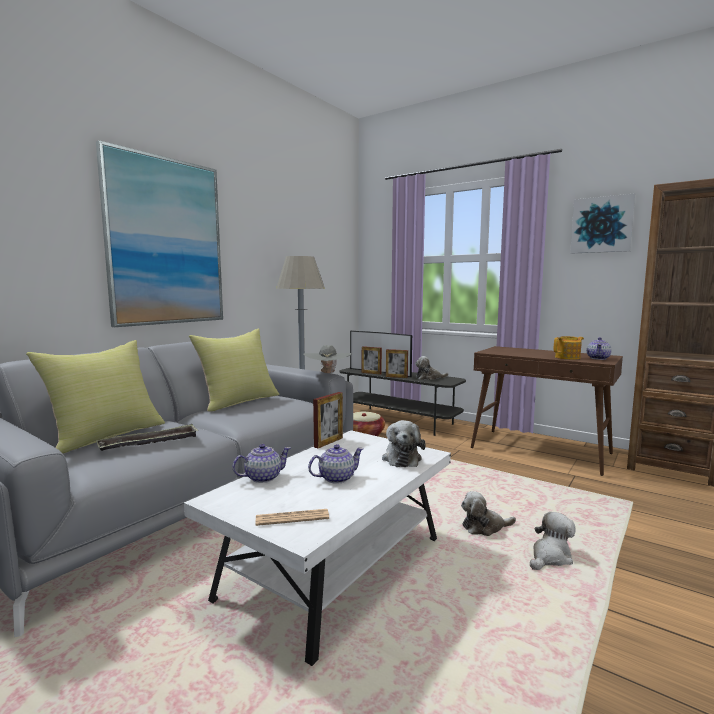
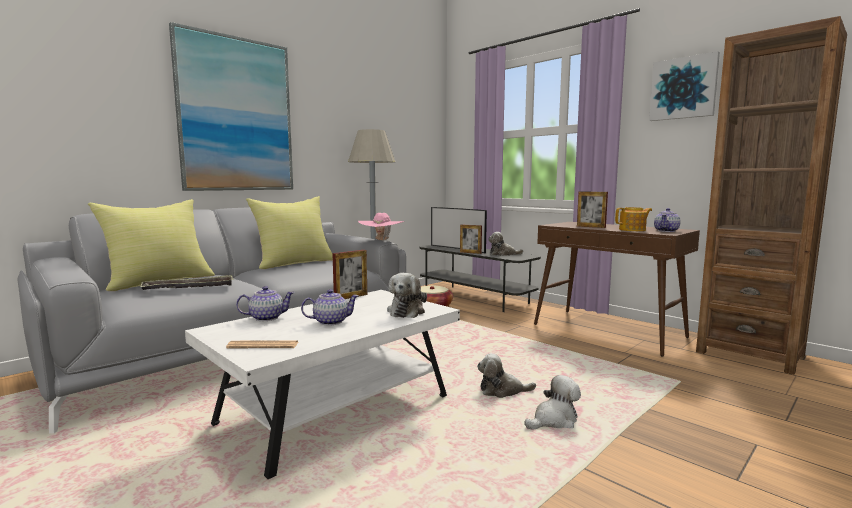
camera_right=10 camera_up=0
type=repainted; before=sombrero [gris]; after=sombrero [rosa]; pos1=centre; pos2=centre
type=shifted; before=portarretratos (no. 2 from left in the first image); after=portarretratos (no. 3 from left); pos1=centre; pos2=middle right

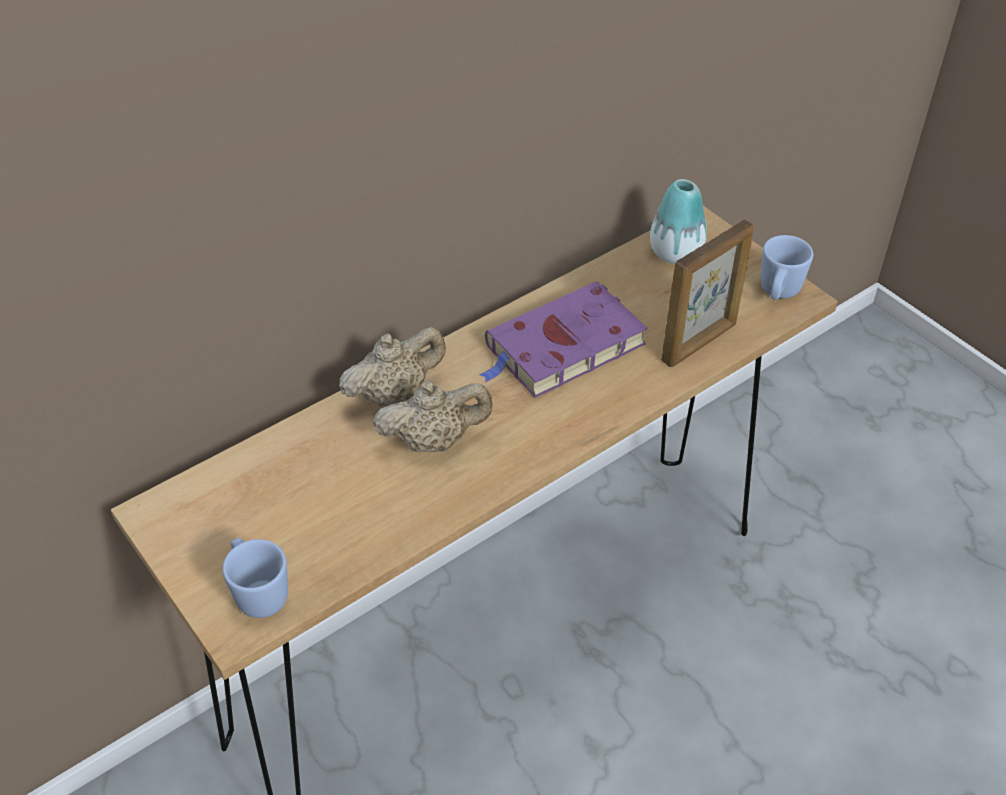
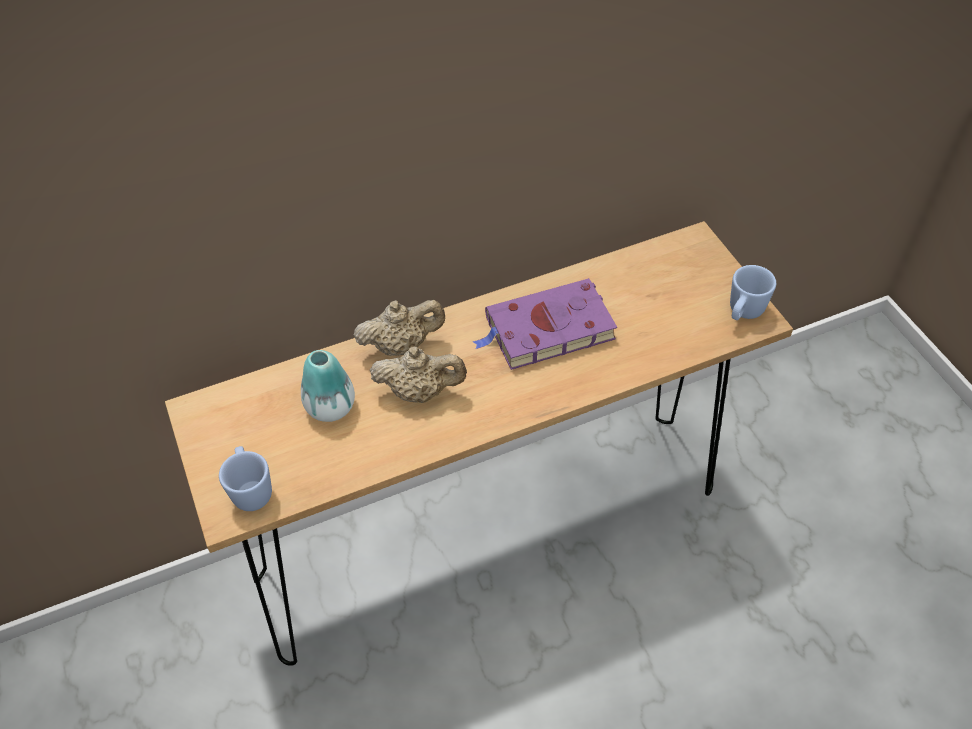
camera_right=15 camera_up=5
type=shifted; before=florero; pos1=top right; pos2=centre
type=gone; before=portarretratos; pos1=middle right

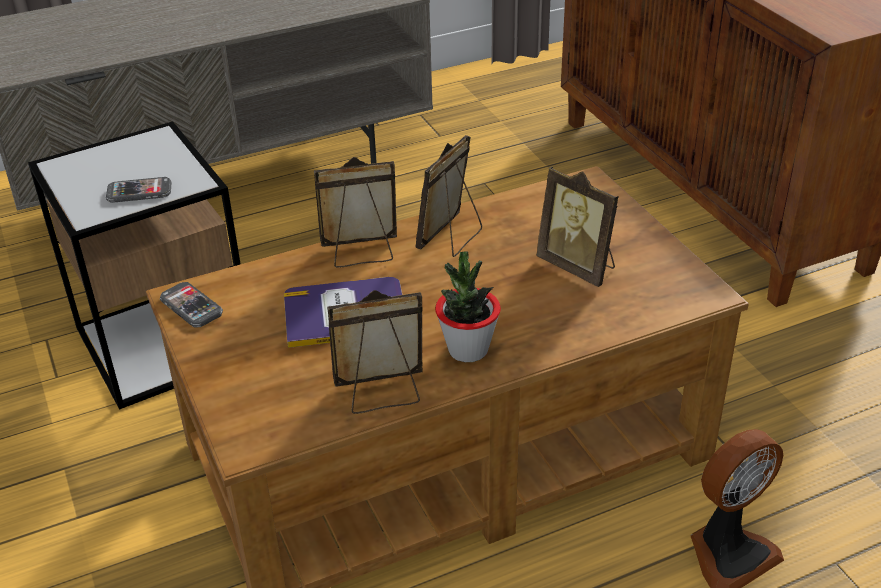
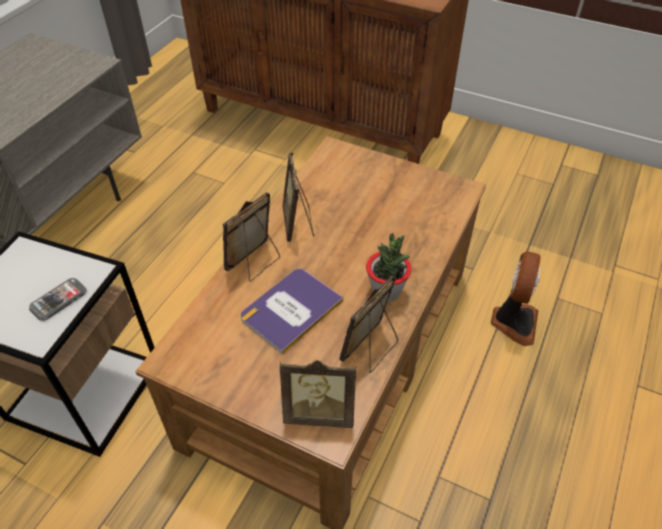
camera_right=-40 camera_up=10
type=shifted; before=portarretratos (no. 4 from left in the first image); after=portarretratos (no. 3 from left); pos1=centre; pos2=bottom centre
type=gone; before=móvil (no. 2 from left); pos1=middle left

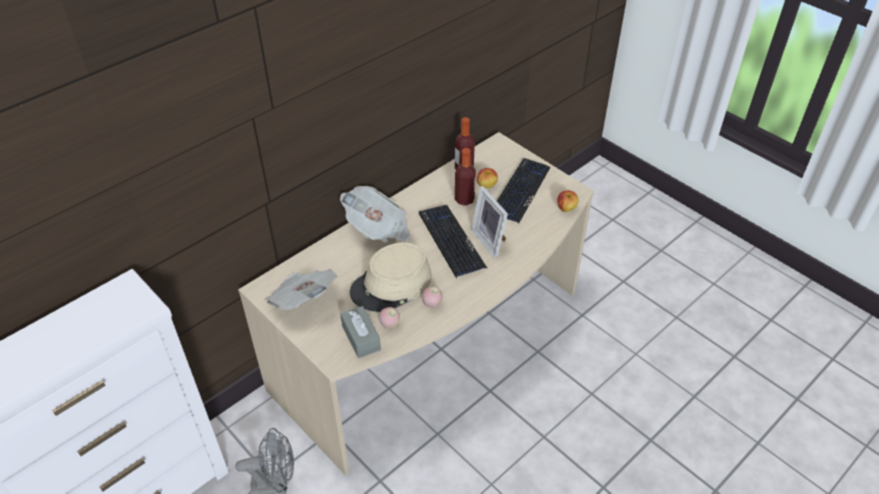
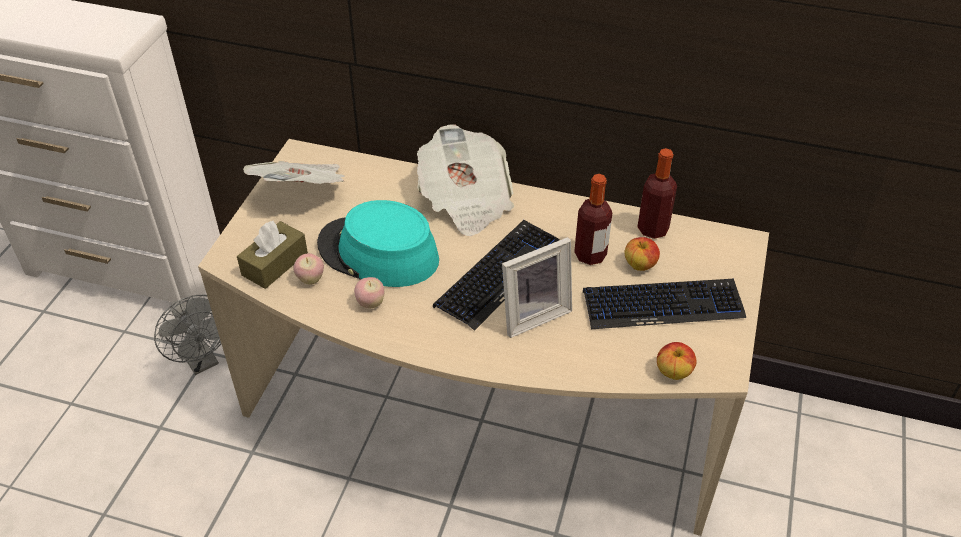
camera_right=60 camera_up=0
type=repainted; before=caja de pañuelos [gris]; after=caja de pañuelos [marrón]; pos1=bottom centre; pos2=middle left
type=repainted; before=sombrero [beis]; after=sombrero [turquesa]; pos1=centre; pos2=centre
type=rotated; before=portarretratos; pos1=centre; pos2=centre; turn=-150

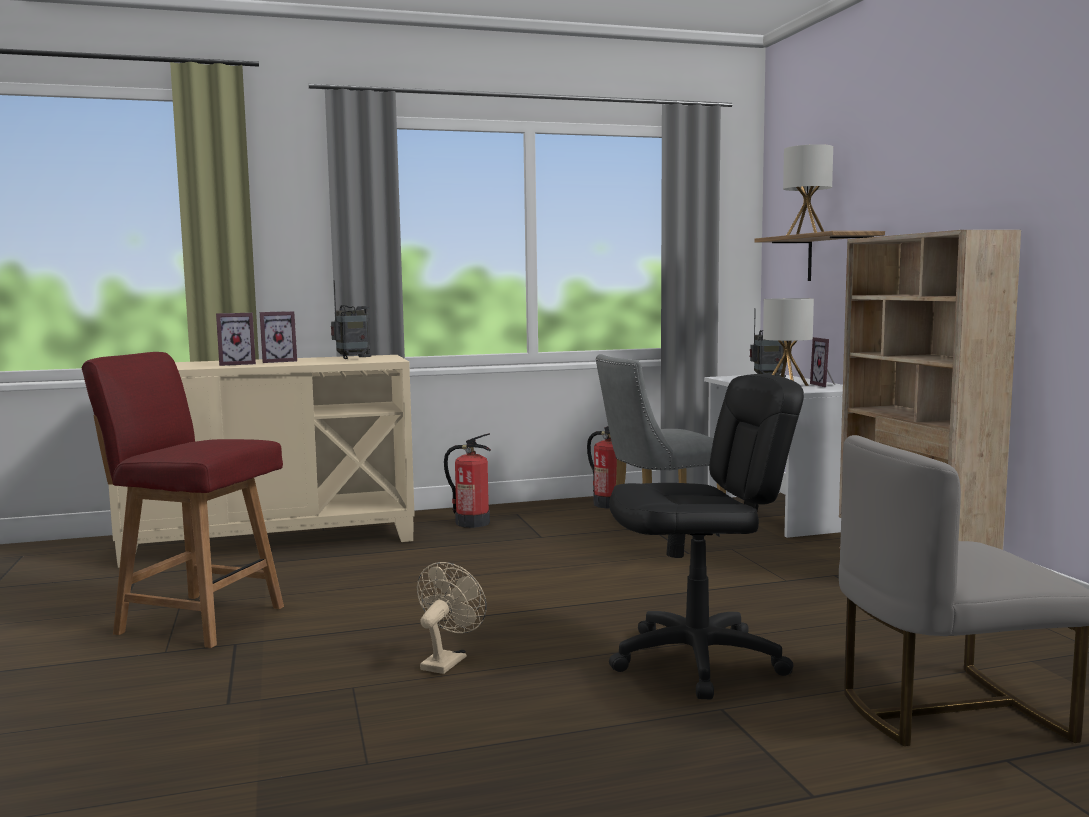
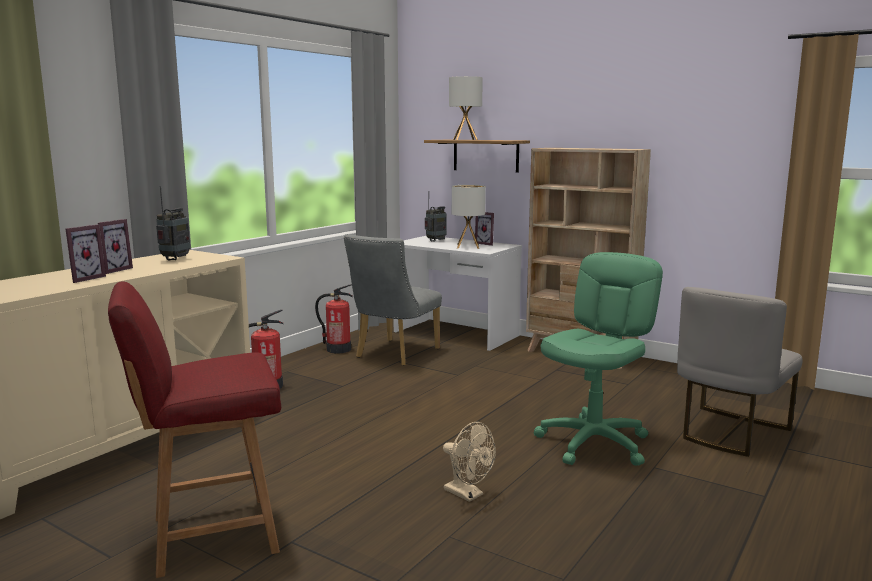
camera_right=-40 camera_up=5
type=rotated; before=ventilador [beis]; pos1=bottom centre; pos2=bottom centre; turn=150
type=repainted; before=silla de oficina [negro]; after=silla de oficina [verde]; pos1=centre; pos2=middle right

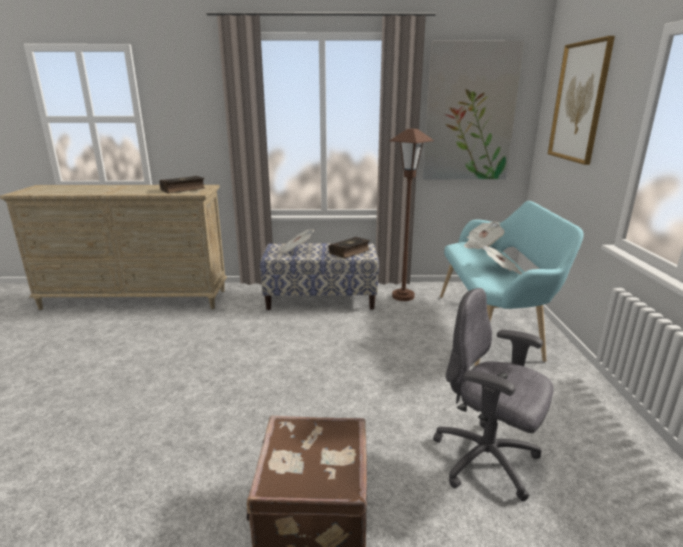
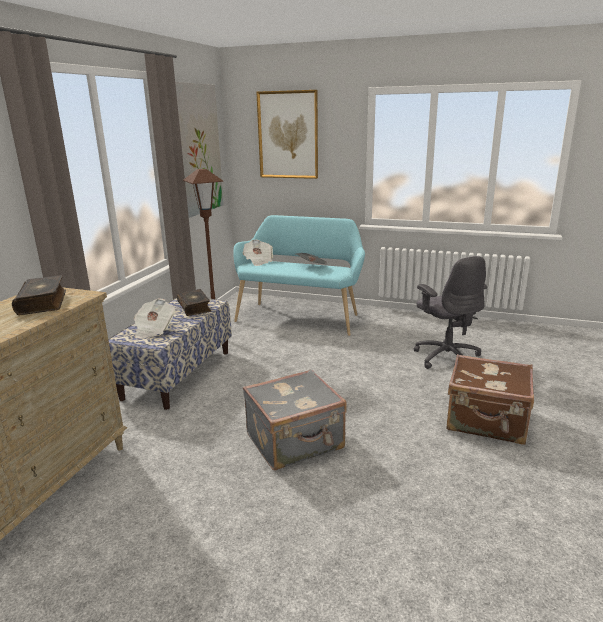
camera_right=-70 camera_up=0
type=new; after=maleta [gris]; pos2=bottom centre
type=rotated; before=silla de oficina [gris]; pos1=bottom right; pos2=middle right; turn=-75

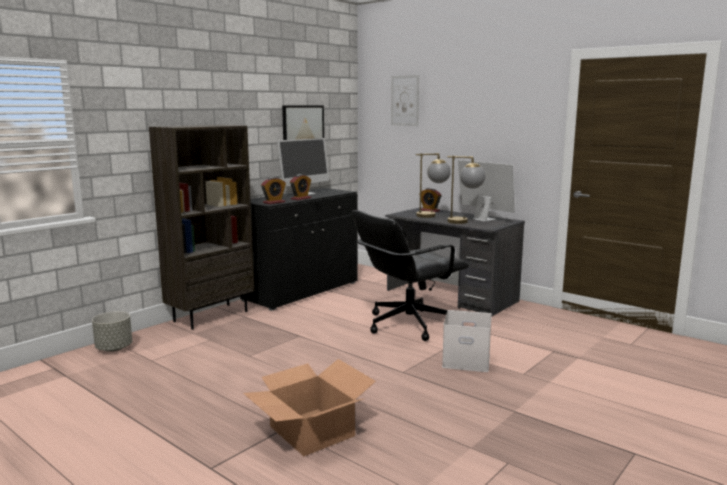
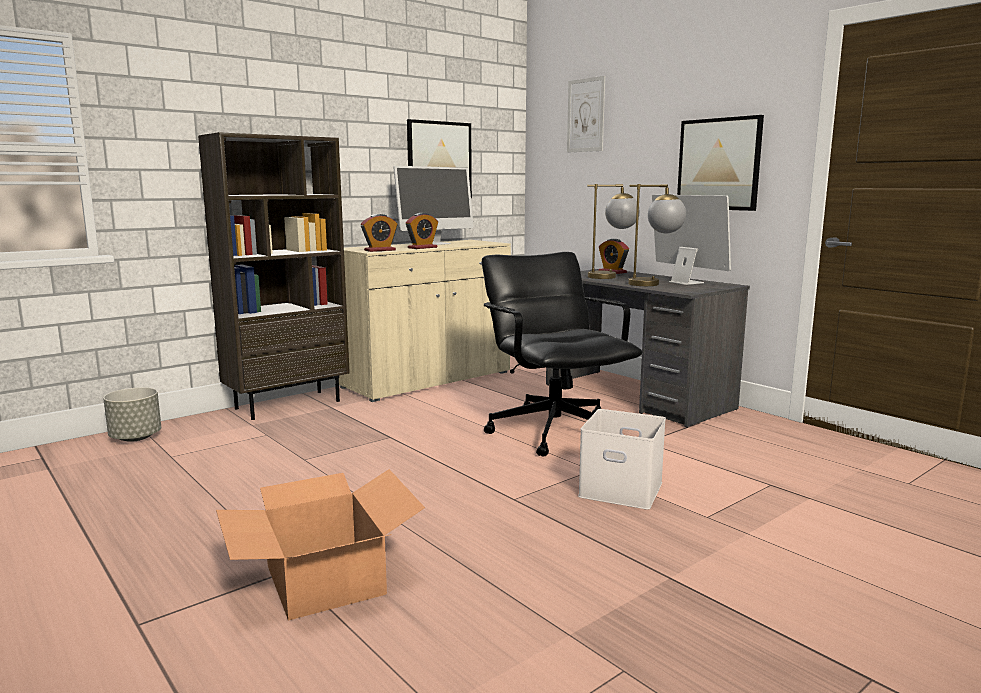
camera_right=10 camera_up=0
type=repainted; before=armario [negro]; after=armario [beis]; pos1=centre; pos2=centre
type=rotated; before=silla de oficina [negro]; pos1=centre; pos2=centre; turn=90
type=new; after=cuadro (no. 3 from left); pos2=top right

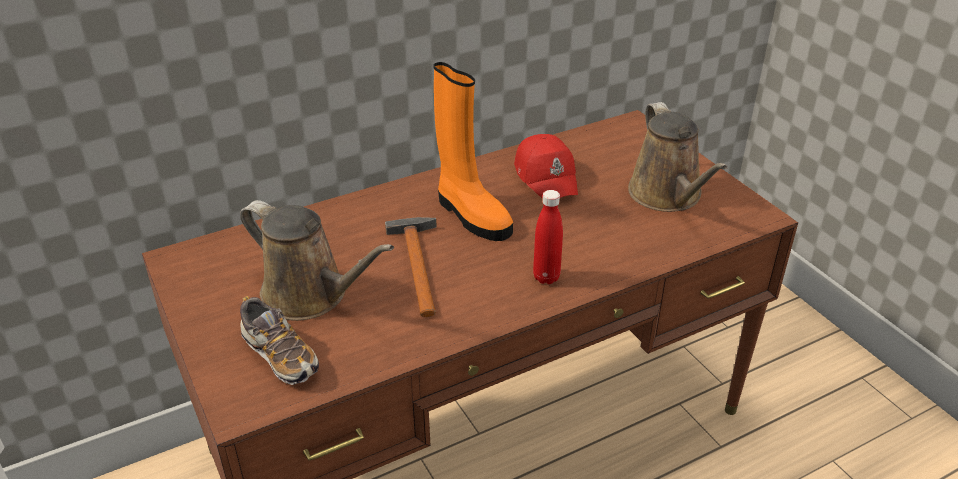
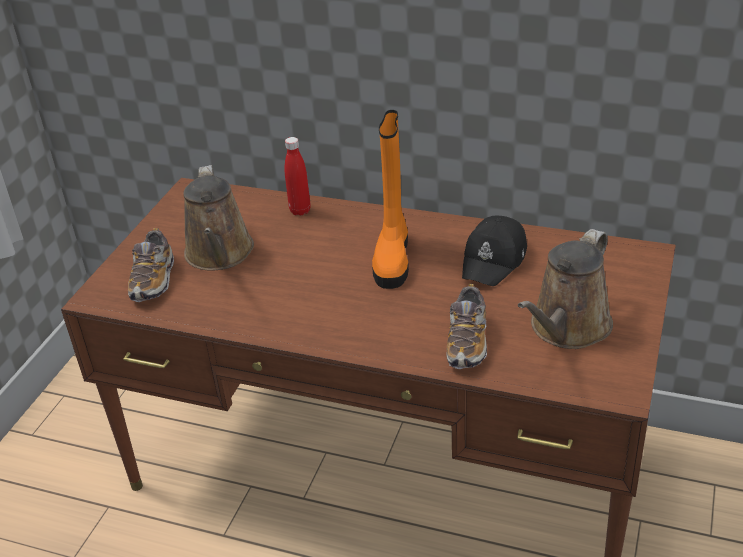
camera_right=50 camera_up=0
type=shifted; before=botella [rojo]; pos1=centre; pos2=top centre
type=new; after=zapato (no. 2 from left); pos2=centre
type=repainted; before=gorra [rojo]; after=gorra [negro]; pos1=centre; pos2=centre
type=gone; before=martillo; pos1=centre

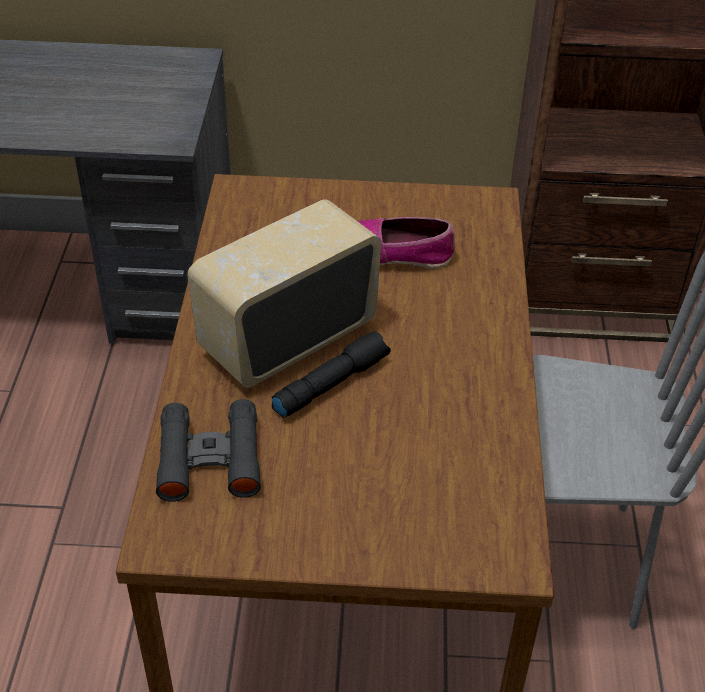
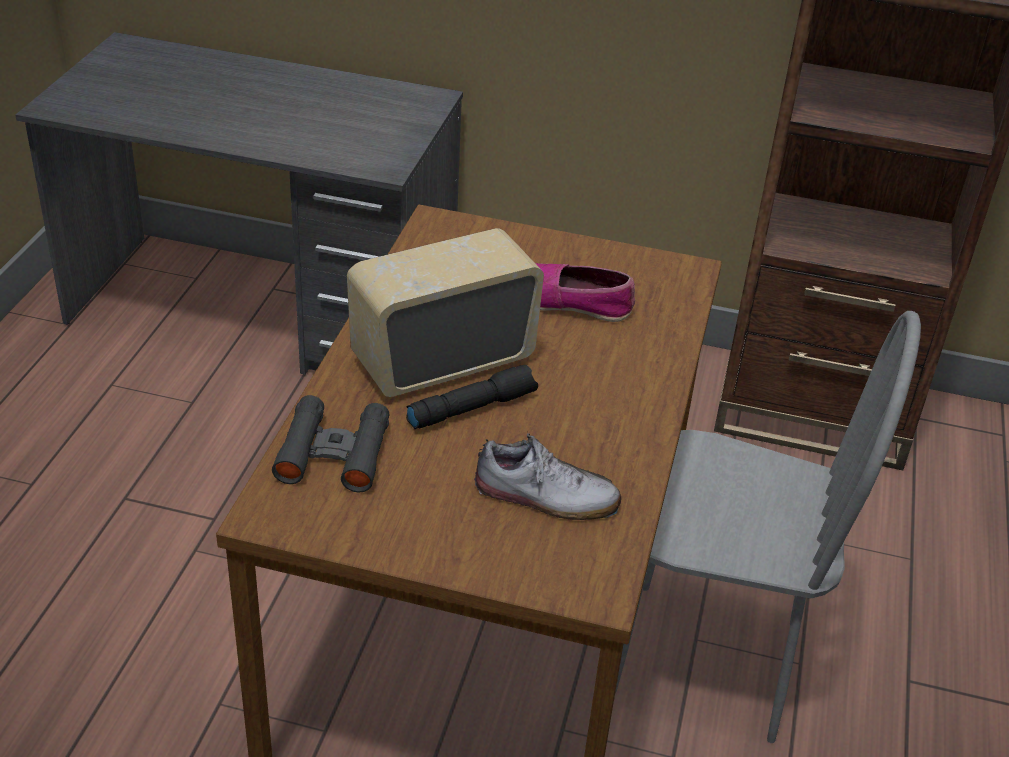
camera_right=10 camera_up=-5
type=new; after=zapato (no. 1 from left); pos2=centre

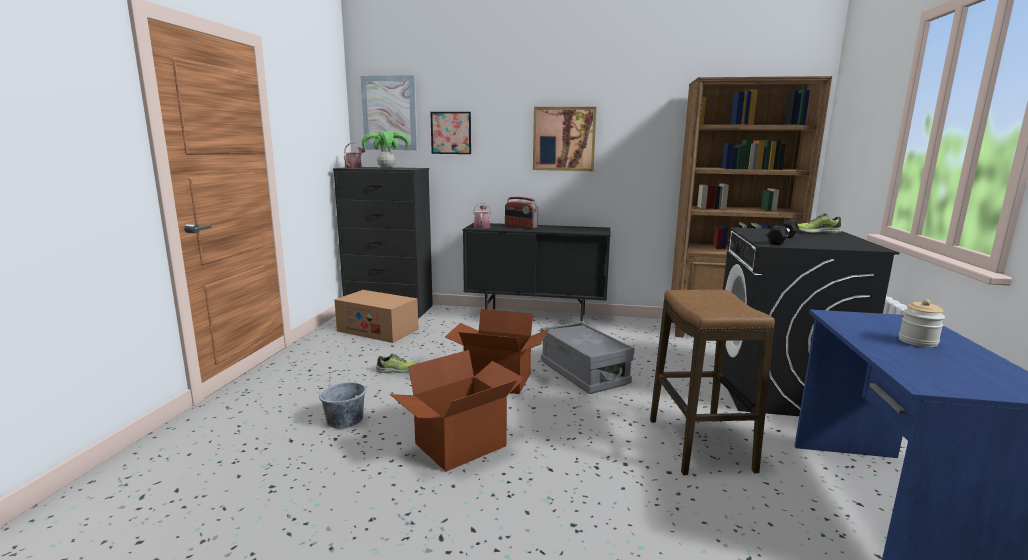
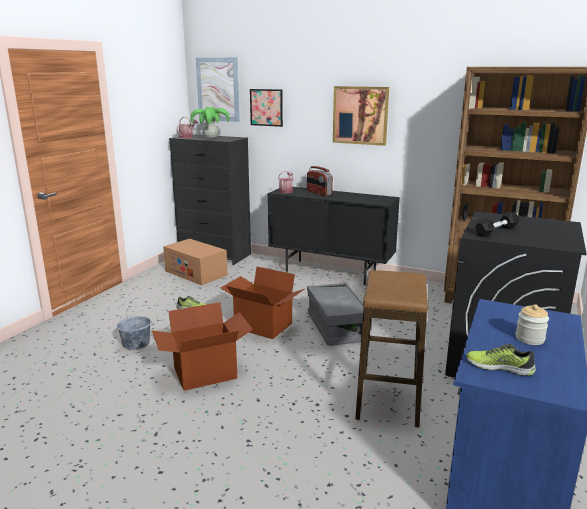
camera_right=15 camera_up=5
type=shifted; before=zapato (no. 2 from left); pos1=middle right; pos2=bottom right

